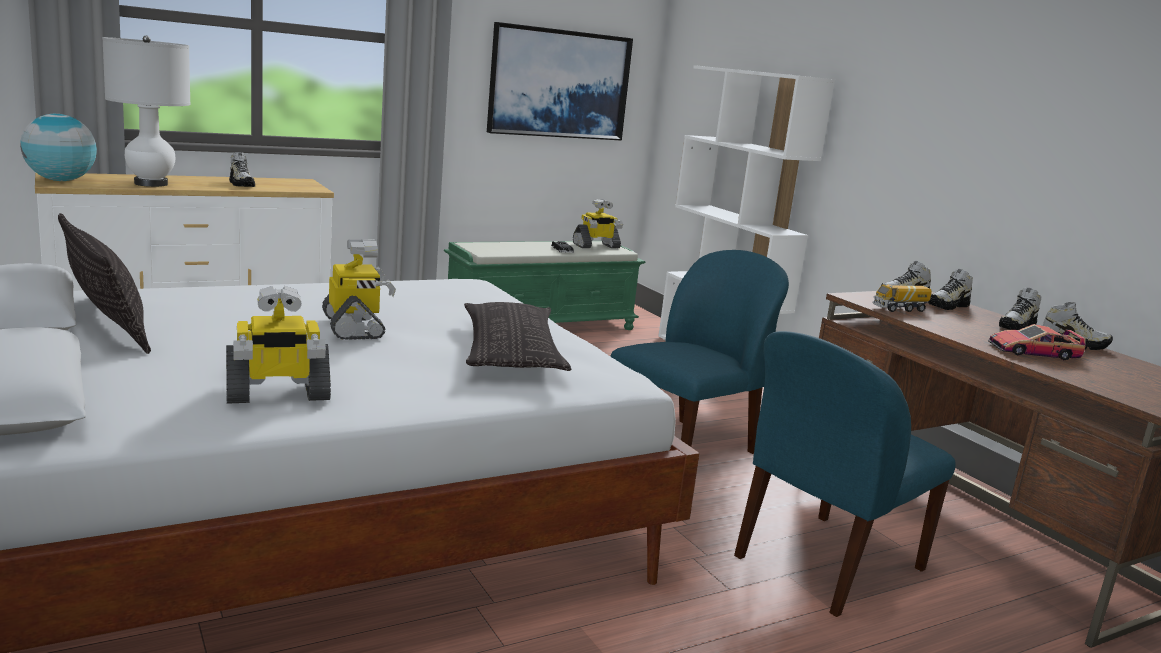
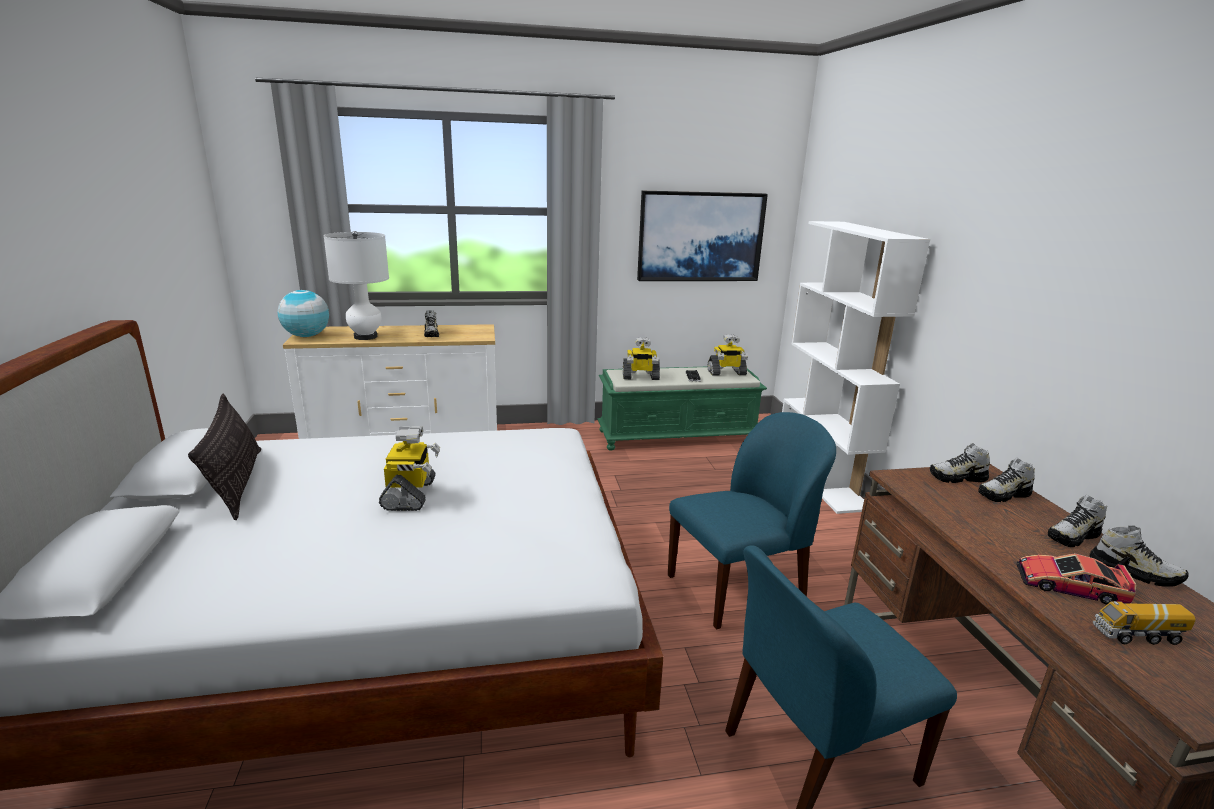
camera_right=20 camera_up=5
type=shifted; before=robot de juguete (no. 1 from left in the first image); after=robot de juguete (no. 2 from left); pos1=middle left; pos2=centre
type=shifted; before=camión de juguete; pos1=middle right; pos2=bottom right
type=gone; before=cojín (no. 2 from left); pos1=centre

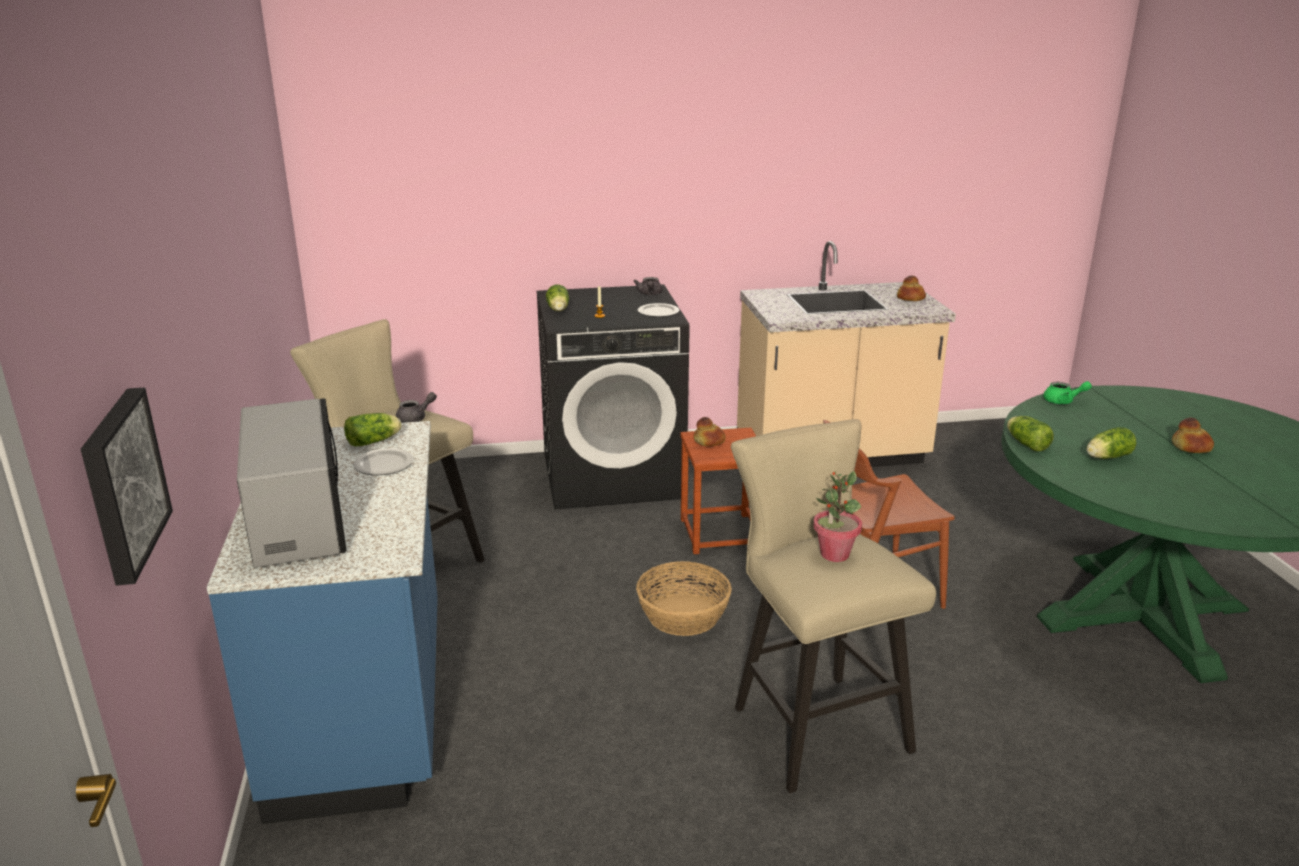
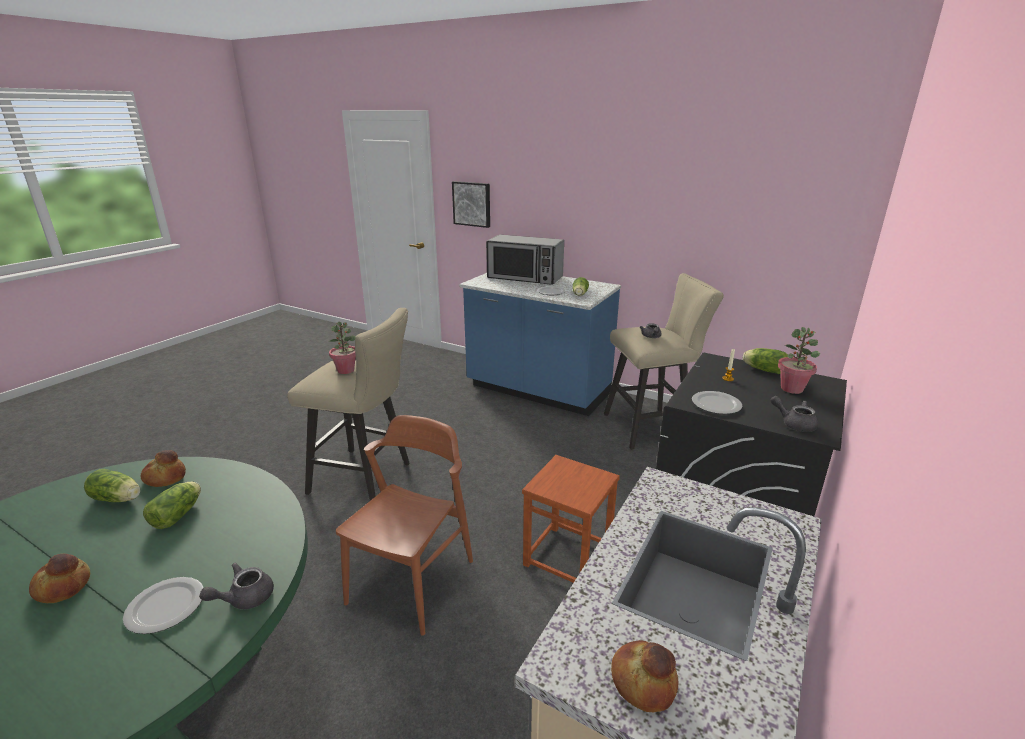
camera_right=130 camera_up=0
type=shifted; before=lechuga (no. 3 from left in the first image); after=lechuga (no. 1 from left); pos1=middle right; pos2=middle left
type=new; after=plato (no. 1 from left); pos2=bottom left
type=shifted; before=pan (no. 1 from left in the first image); after=pan (no. 2 from left); pos1=centre; pos2=middle left
type=repainted; before=tetera [verde]; after=tetera [gris] (no. 1 from left); pos1=middle right; pos2=bottom left
type=new; after=planta en maceta (no. 2 from left); pos2=middle right
type=gone; before=cesta; pos1=bottom centre

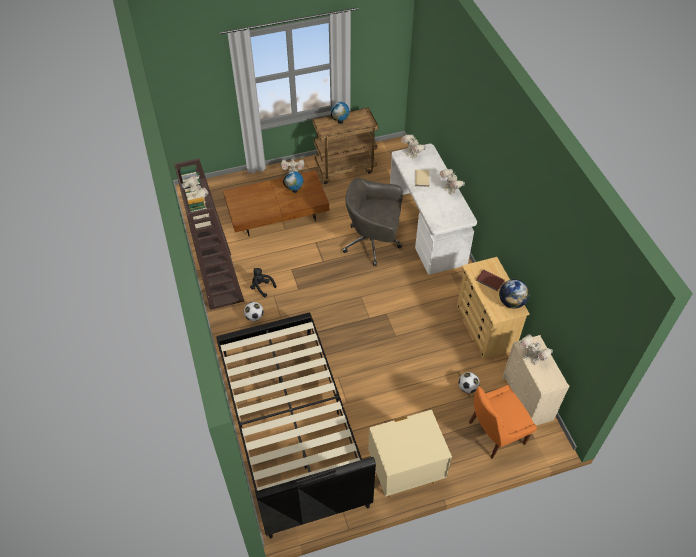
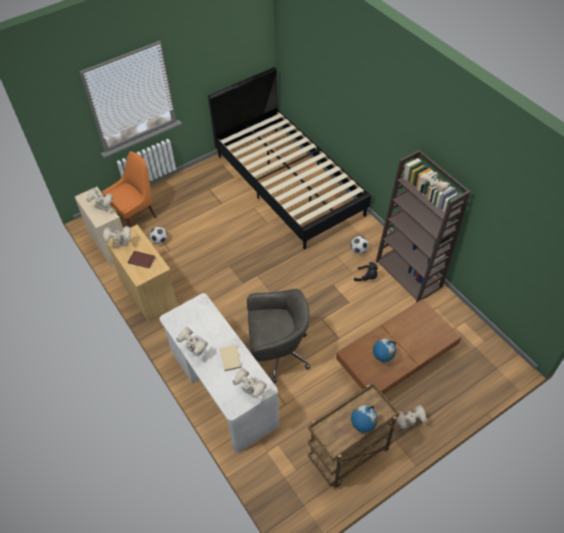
camera_right=165 camera_up=0
type=swapped; before=globo terráqueo (no. 3 from left); after=robot de juguete (no. 2 from left); pos1=middle right; pos2=middle left
type=gone; before=mesita de noche [beis]; pos1=bottom centre

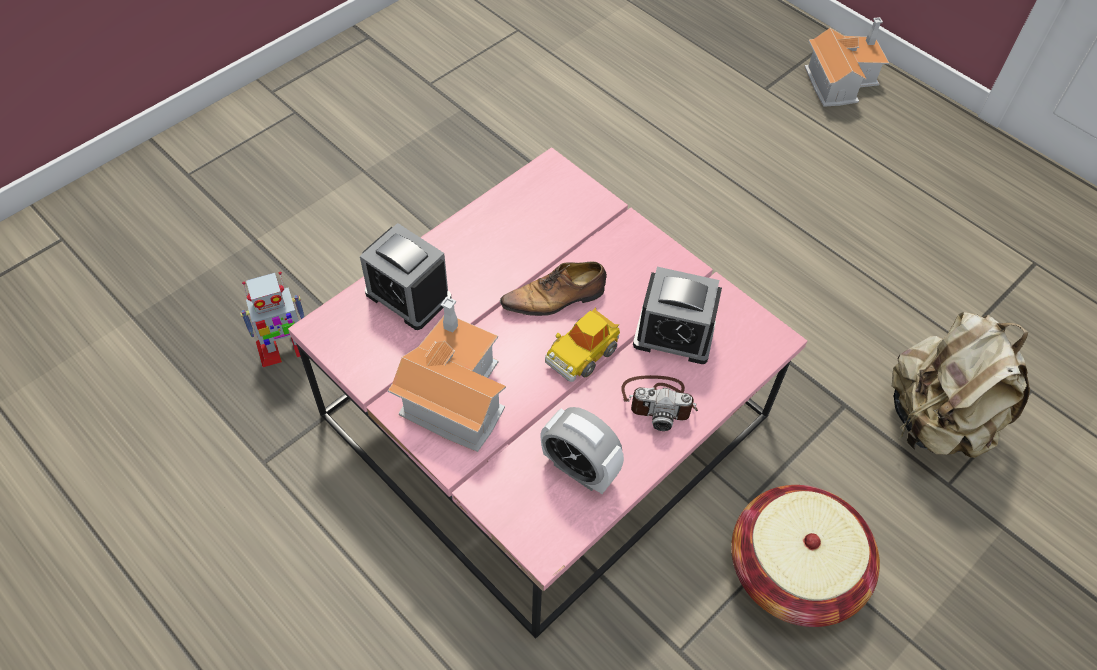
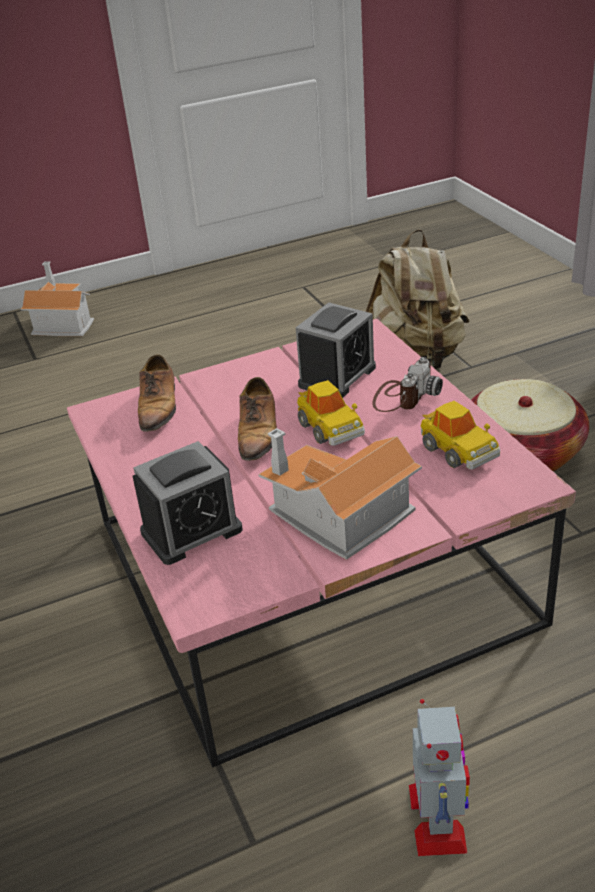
camera_right=-65 camera_up=-20
type=new; after=zapato (no. 1 from left); pos2=middle left
type=shifted; before=robot de juguete; pos1=middle left; pos2=bottom right
type=swapped; before=despertador (no. 2 from left); after=coche de juguete (no. 2 from left); pos1=bottom centre; pos2=middle right

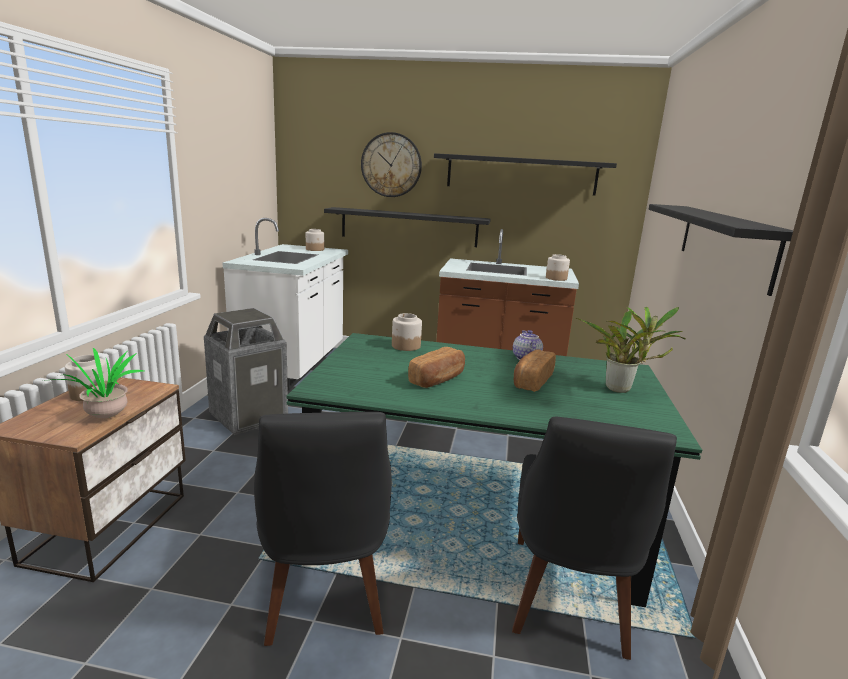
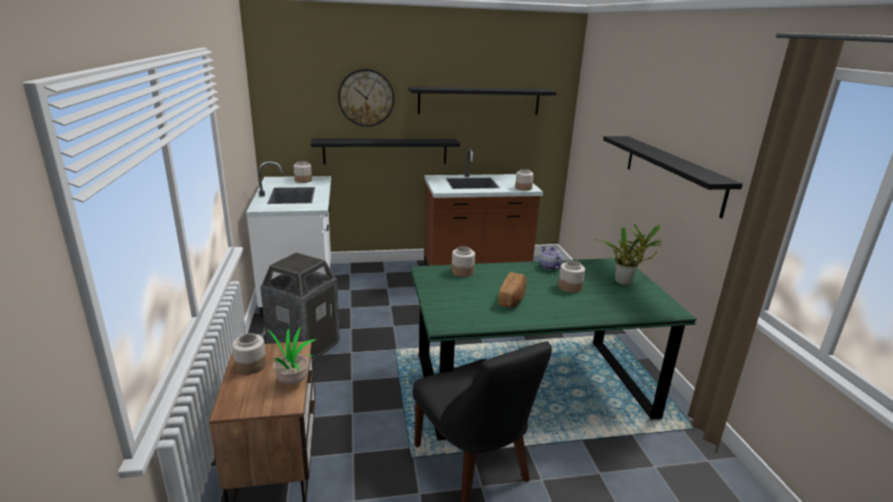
camera_right=-20 camera_up=5
type=swapped; before=pan (no. 2 from left); after=tarro (no. 5 from left); pos1=centre; pos2=centre
type=gone; before=silla [negro] (no. 2 from left); pos1=bottom right

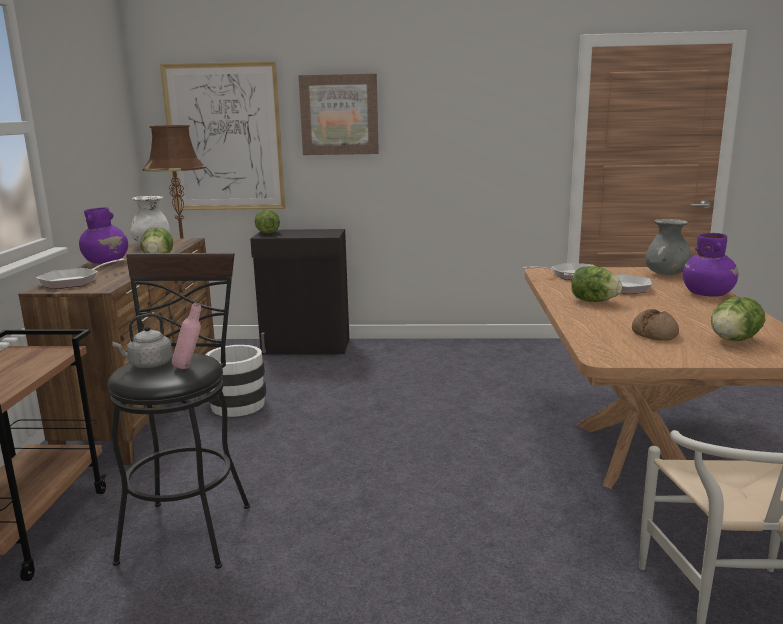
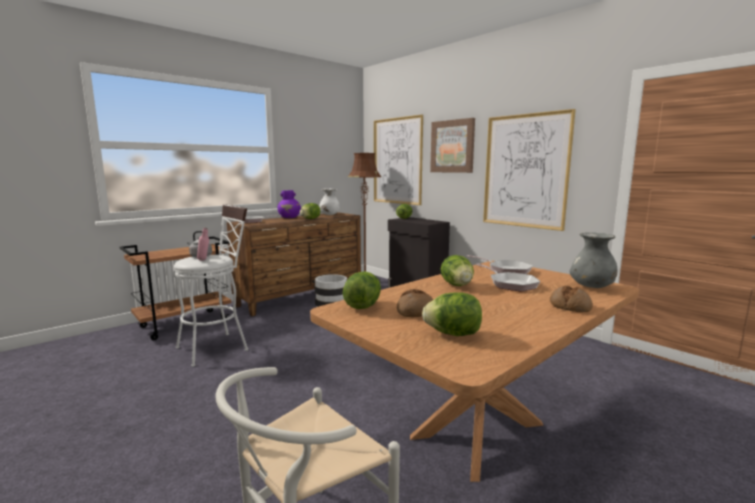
camera_right=45 camera_up=-5
type=repainted; before=taburete [negro]; after=taburete [blanco]; pos1=middle left; pos2=middle left
type=new; after=lechuga (no. 2 from left); pos2=centre
type=new; after=cuadro (no. 3 from left); pos2=middle right
type=swapped; before=florero [morado] (no. 2 from left); after=pan (no. 2 from left); pos1=middle right; pos2=middle right

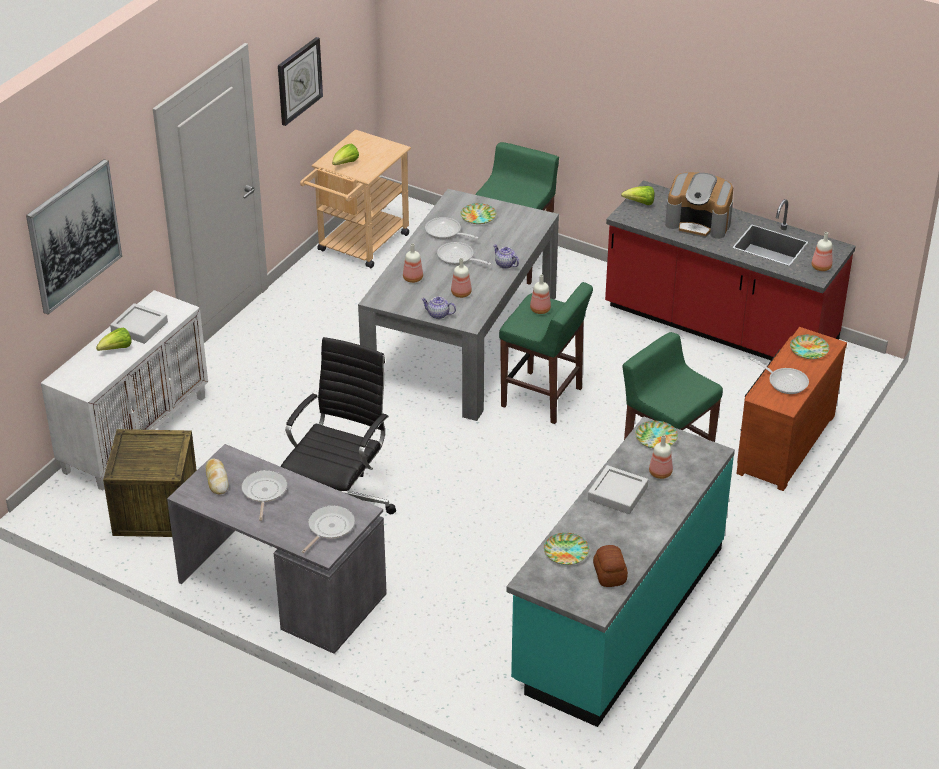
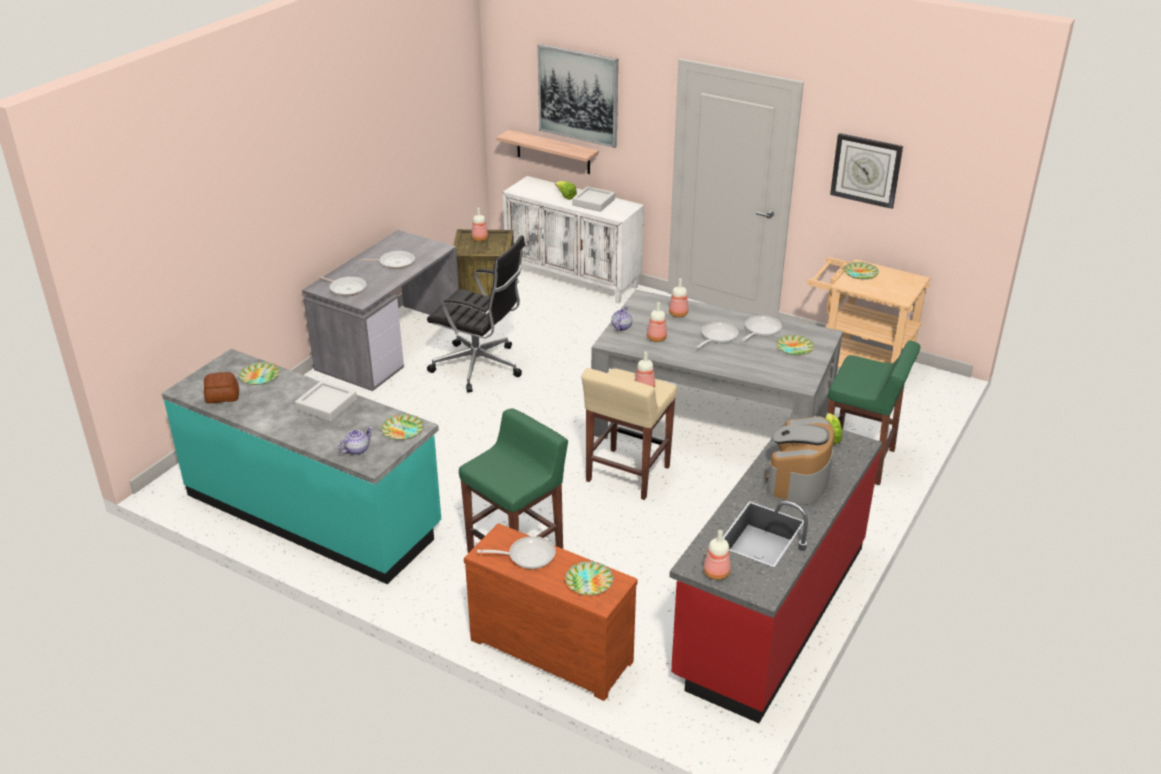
camera_right=90 camera_up=-5
type=shifted; before=tetera (no. 2 from left in the first image); after=tetera (no. 1 from left); pos1=top centre; pos2=middle left
type=shifted; before=botella (no. 4 from left in the first image); after=botella (no. 1 from left); pos1=middle right; pos2=top centre
type=rotated; before=sartén (no. 5 from left in the first image); pos1=middle right; pos2=bottom centre; turn=-135
type=new; after=estante; pos2=top centre
type=repainted; before=taburete [verde] (no. 2 from left); after=taburete [beis]; pos1=centre; pos2=centre
type=swapped; before=lechuga (no. 2 from left); after=plato (no. 5 from left); pos1=top centre; pos2=middle right
type=gone; before=pan (no. 1 from left); pos1=middle left

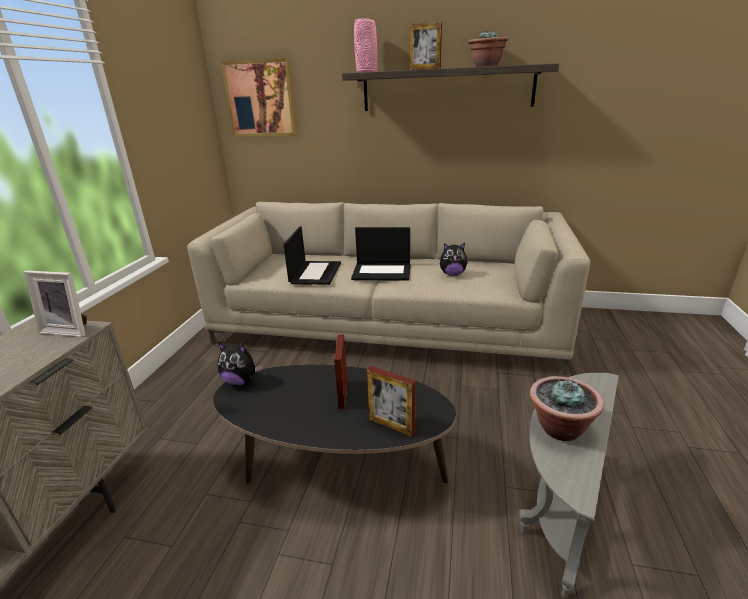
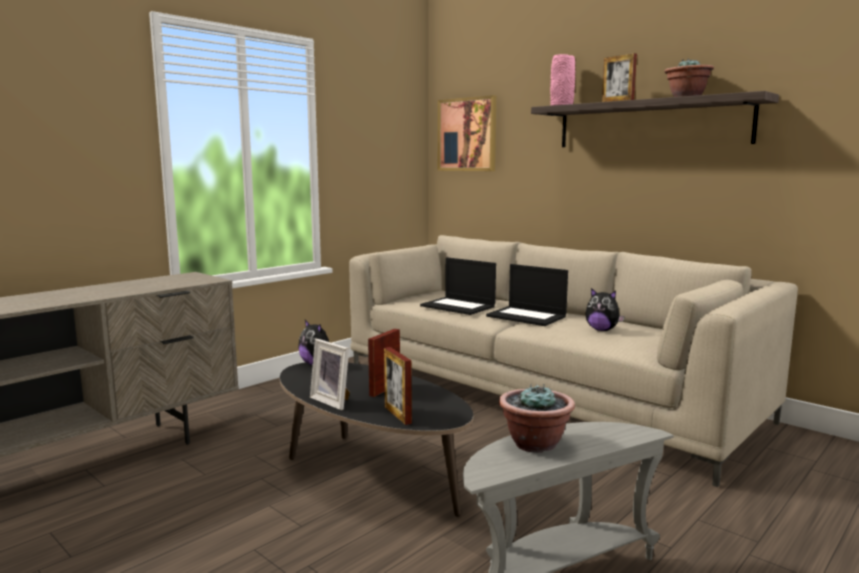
camera_right=30 camera_up=-15
type=shifted; before=portarretratos (no. 1 from left); pos1=middle left; pos2=centre
type=rotated; before=portátil (no. 1 from left); pos1=centre; pos2=centre; turn=90

